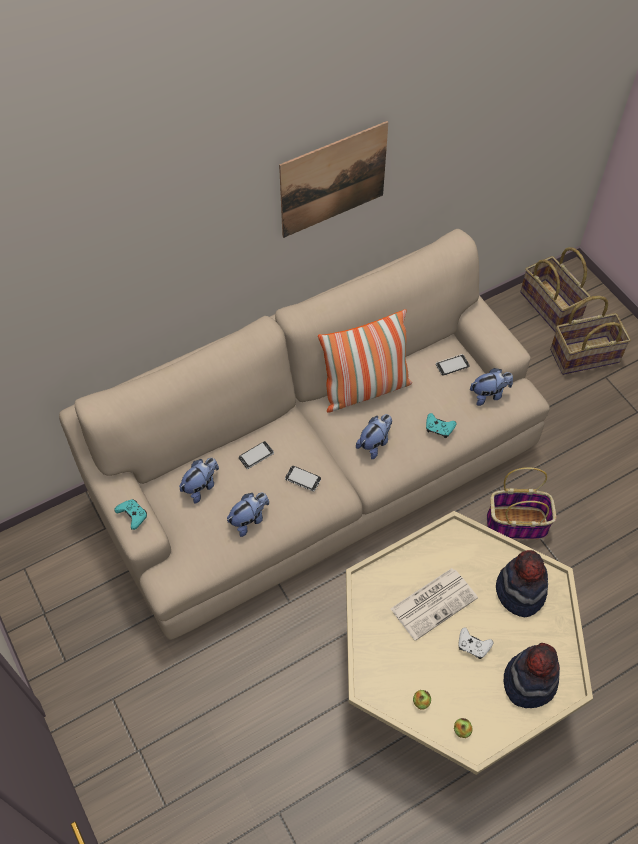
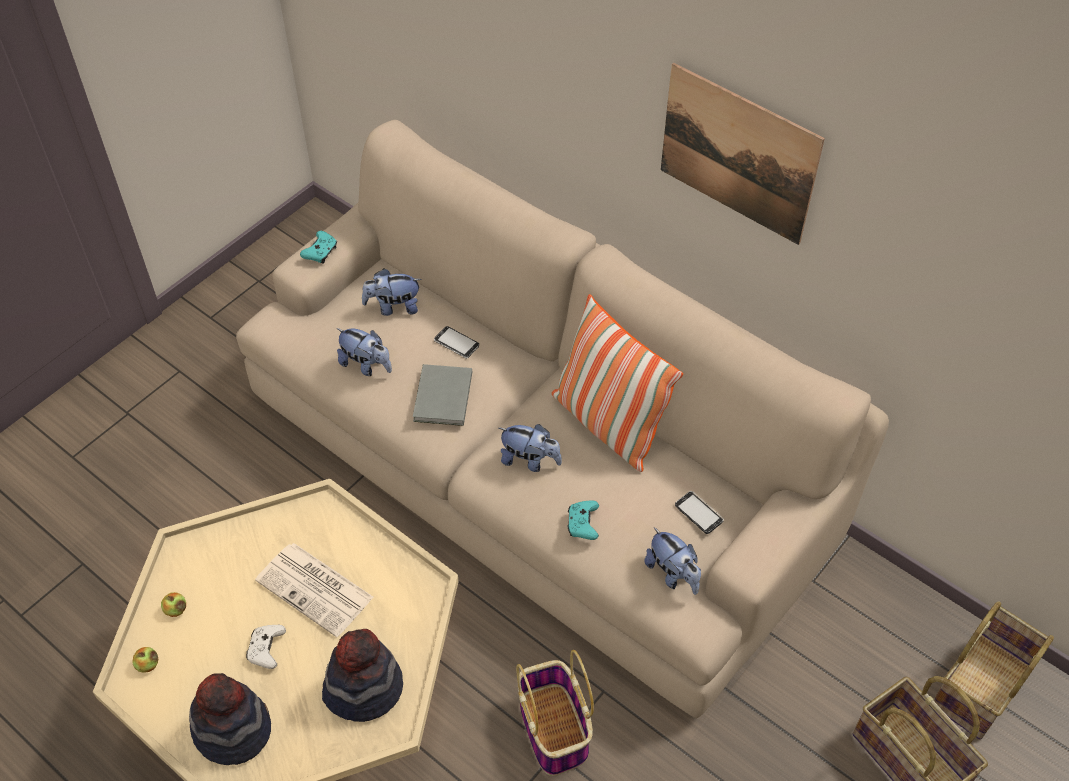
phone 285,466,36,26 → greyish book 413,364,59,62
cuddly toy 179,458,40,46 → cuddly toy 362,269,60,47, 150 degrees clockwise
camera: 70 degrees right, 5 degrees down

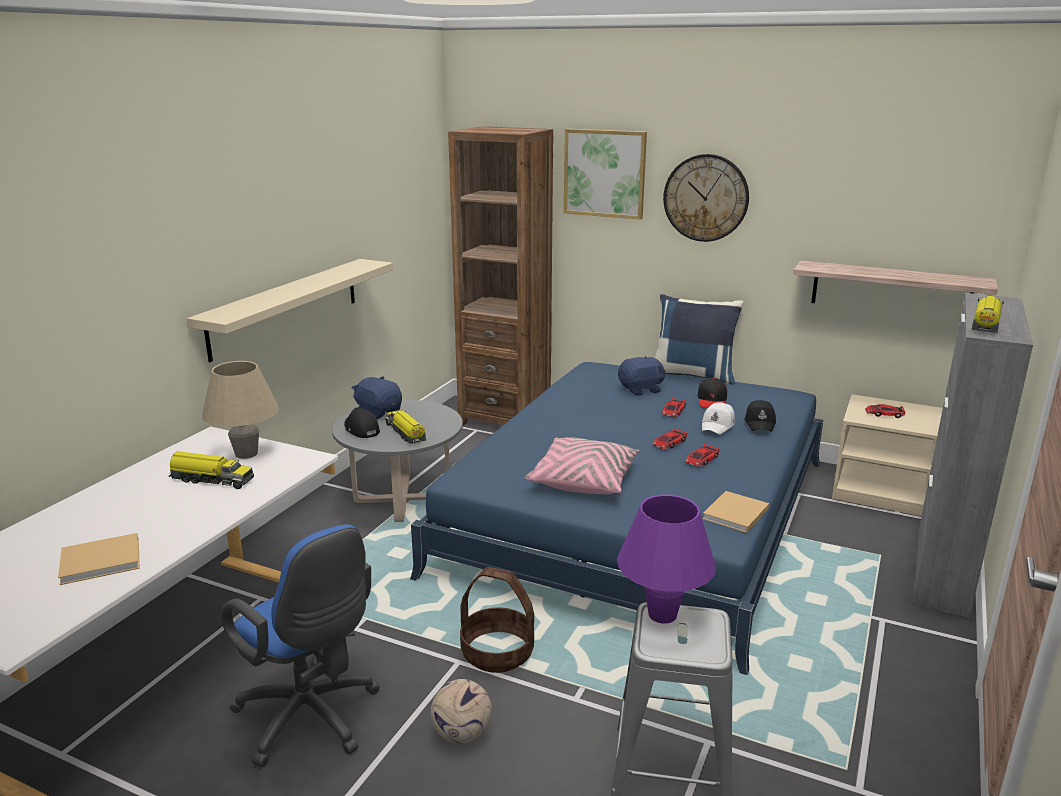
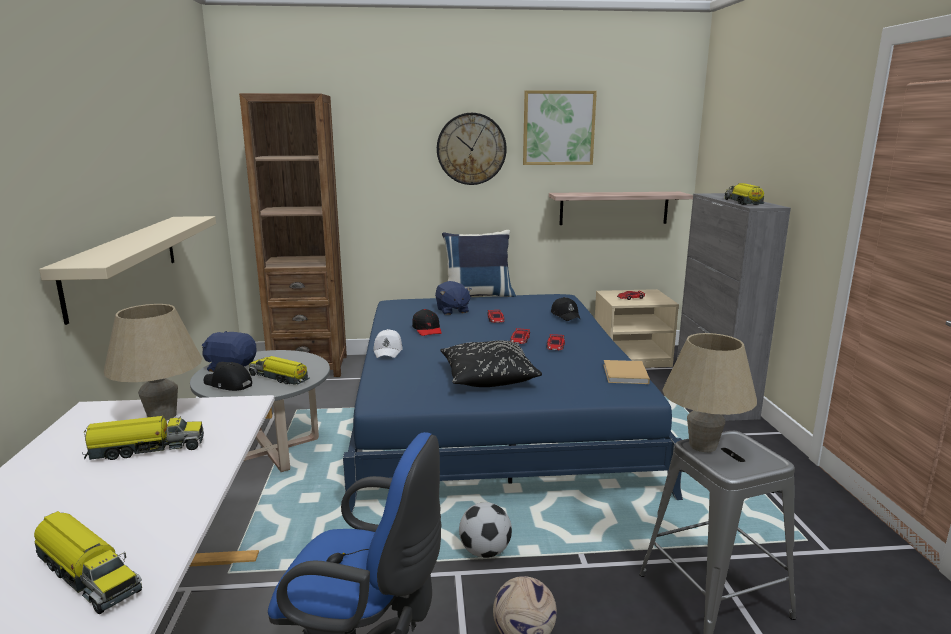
wall picture 564,129,83,91 → wall picture 523,90,74,75, moved
black peaked cap 698,378,29,29 → black peaked cap 412,309,30,27, moved
white-coloured peaked cap 702,402,33,33 → white-coloured peaked cap 373,329,30,29, moved
beige-coloured book 58,533,82,52 → toy lorry 34,511,108,103
storage basket 460,567,74,106 → ball for football 459,502,53,56
pinkish throw pillow 525,438,115,56 → black throw pillow 440,340,102,47
purple-coloured table lamp 617,495,99,129 → beige-coloured table lamp 662,333,95,119
bluish cuddly toy 618,356,48,40 → bluish cuddly toy 435,281,37,34, 120 degrees clockwise
camera: 30 degrees left, 5 degrees down

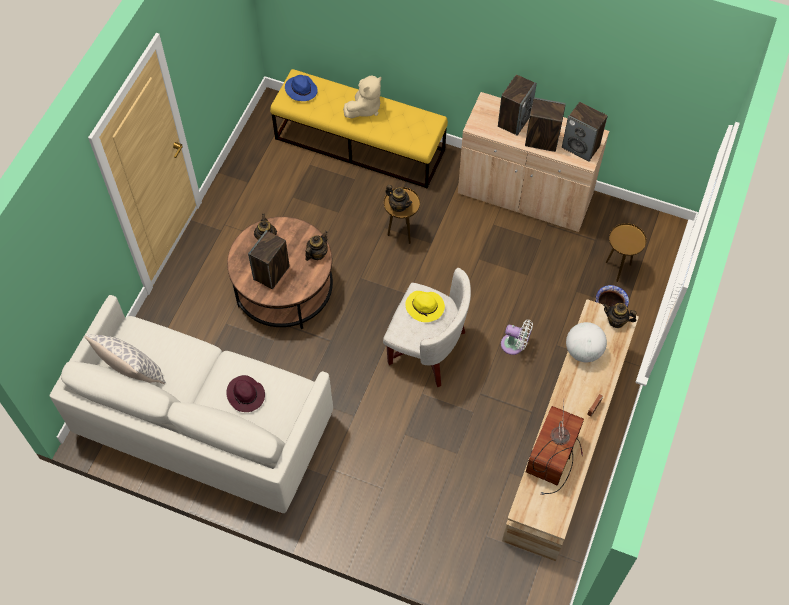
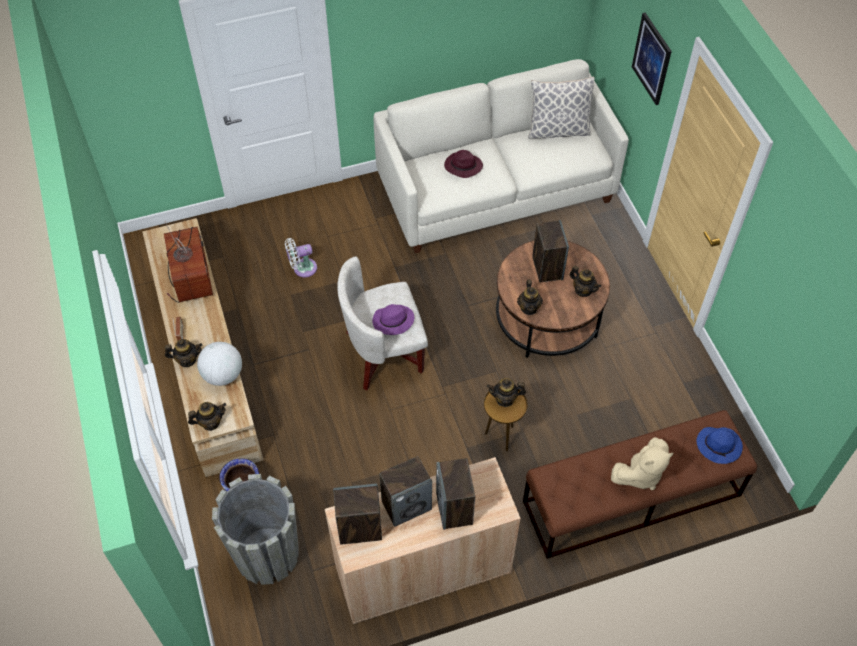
- → teapot 165,339,38,28
- → wall picture 632,13,40,92
white-coloured cooling fan 501,320,32,35 → white-coloured cooling fan 285,238,32,39, moved
brownish accent table 606,223,40,59 → greyish planter 212,474,87,111
yellow-coloured long seat 270,69,178,119 → brownish long seat 523,410,234,149
yellow-coloured wearable hat 405,291,40,31 → purple-coloured wearable hat 372,304,42,31
beige-coloured cuddly toy 343,76,39,42 → beige-coloured cuddly toy 611,437,62,53, 120 degrees counterclockwise
camera: 140 degrees right, 5 degrees down

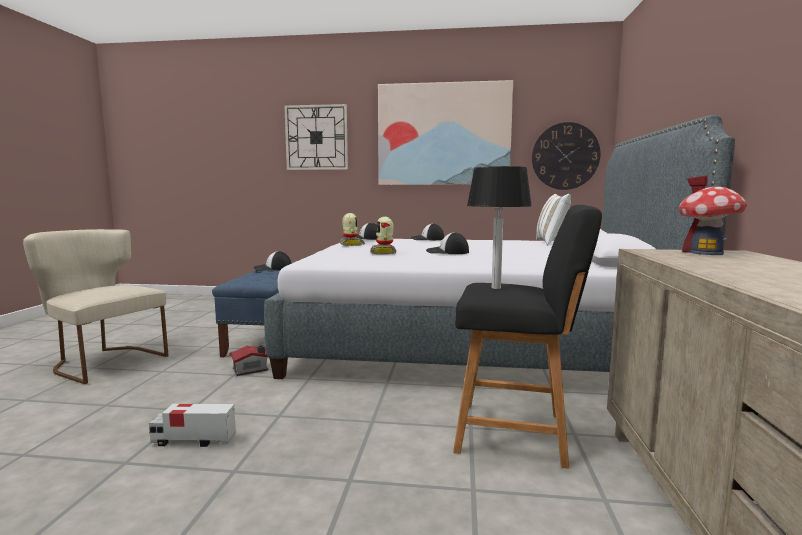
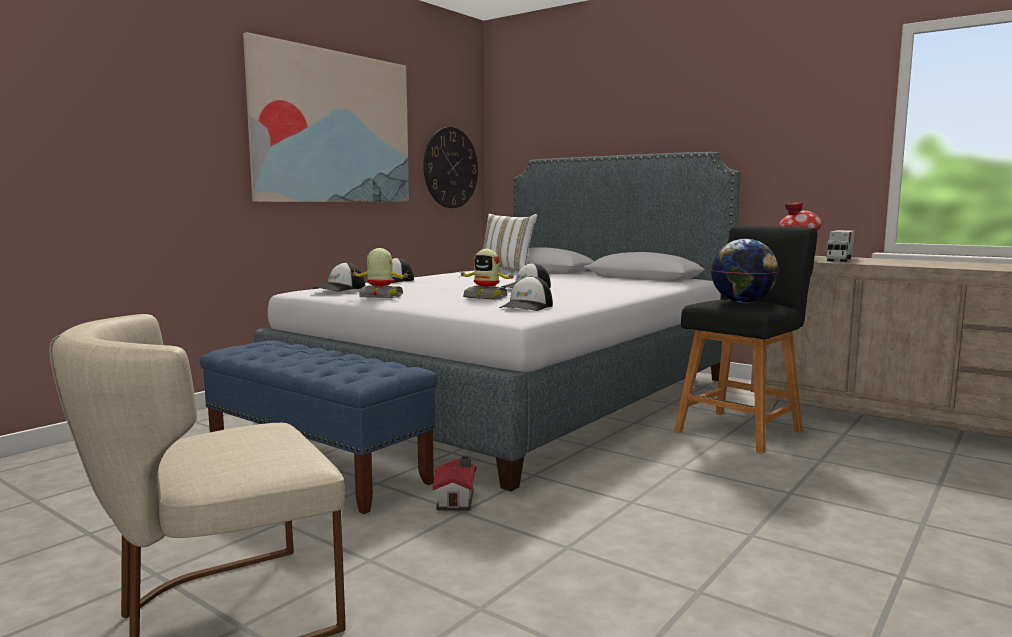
wall clock 284,104,64,66 → -
toy lorry 149,404,87,43 → toy lorry 826,230,29,32, moved
peaked cap 253,251,38,20 → peaked cap 499,276,54,35, moved
table lamp 467,166,65,123 → desk globe 711,239,68,64
camera: 60 degrees left, 0 degrees up

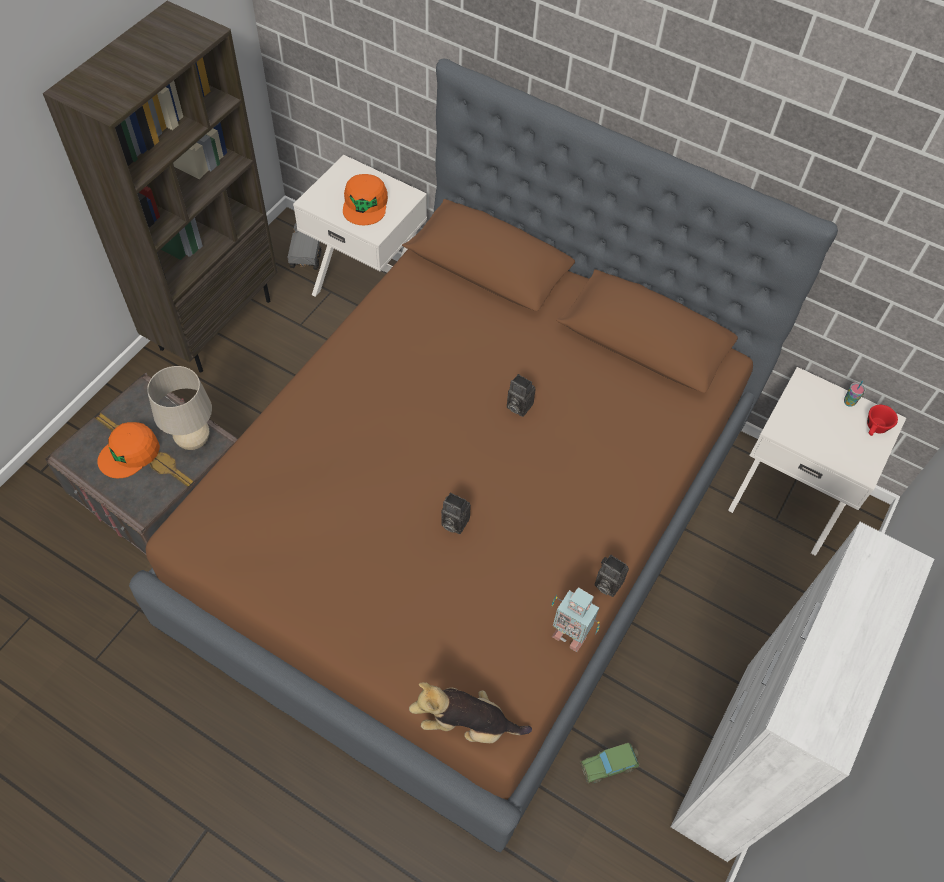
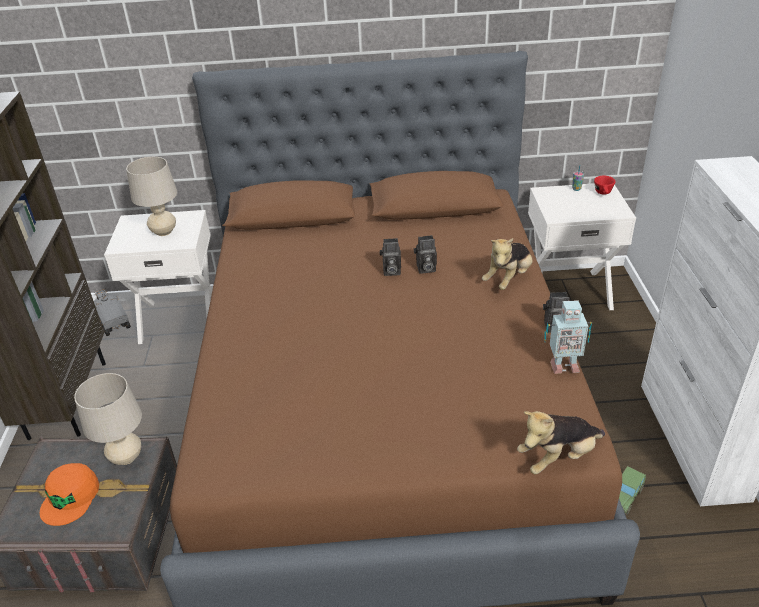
- → cuddly toy 482,238,51,52
photo camera 441,492,30,42 → photo camera 414,235,23,39, moved
orange-coloured peaked cap 343,174,45,51 → beige-coloured table lamp 126,157,51,79
camera: 30 degrees left, 20 degrees down

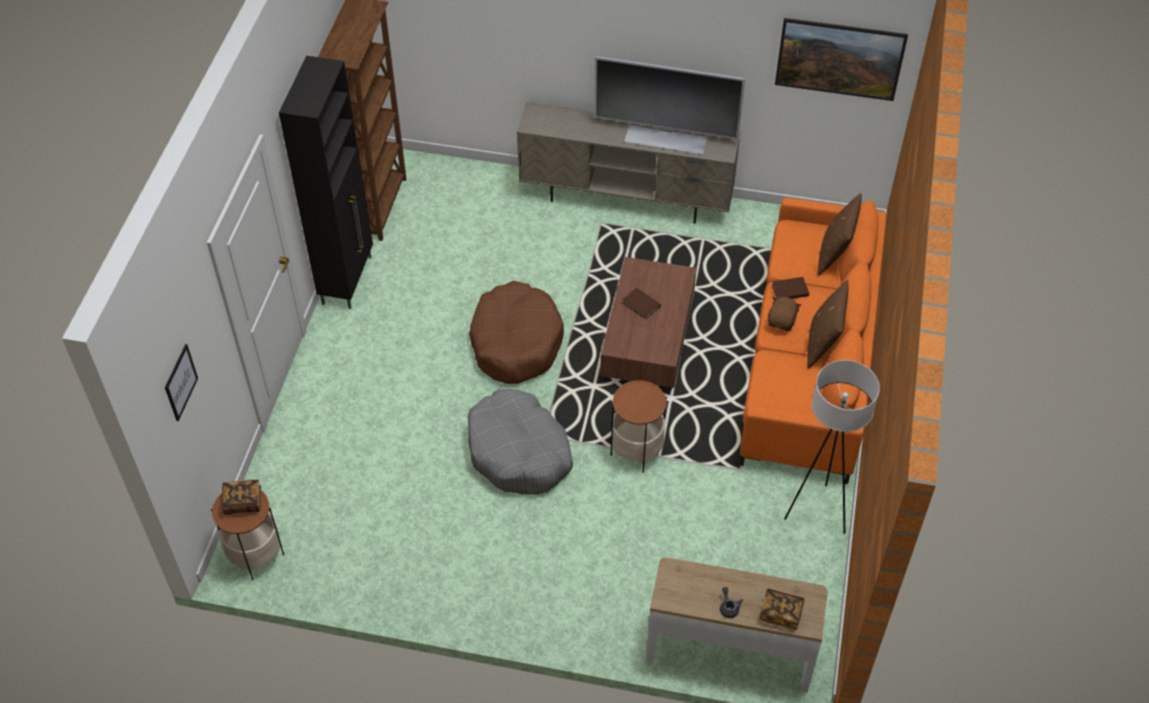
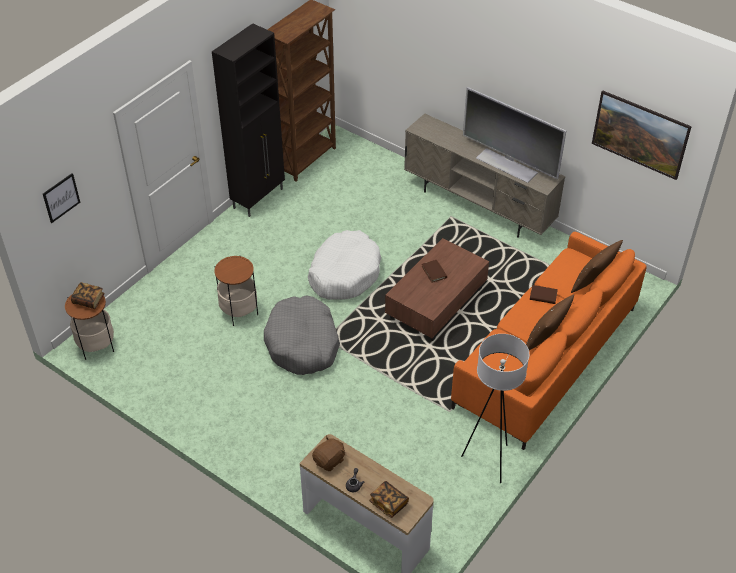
accent table 610,380,57,93 → accent table 214,256,44,70, moved
brownish cuddly toy 768,297,33,34 → brownish cuddly toy 312,436,33,35, moved
brownish dog bed 469,281,95,103 → white-coloured dog bed 308,230,73,70
camera: 25 degrees right, 5 degrees down

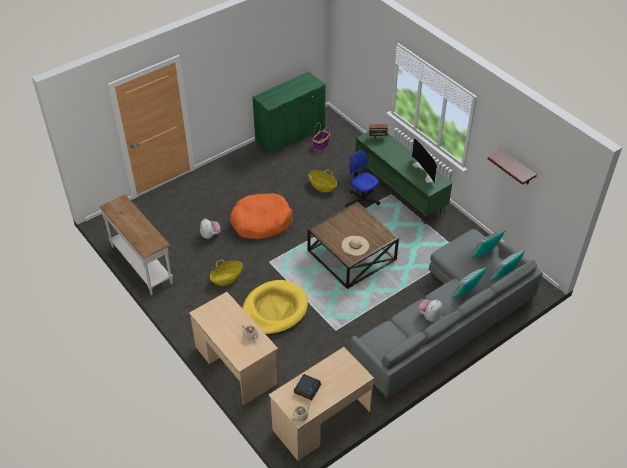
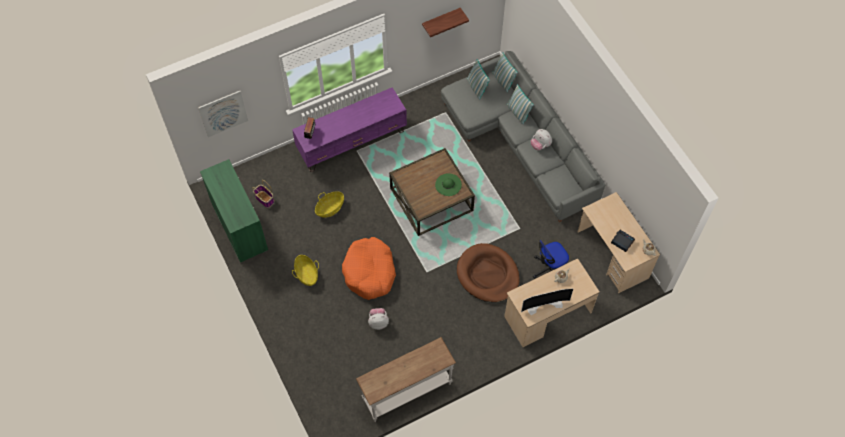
- → wall picture 198,91,50,46
storage basket 210,260,33,25 → storage basket 292,255,27,31, moved
office chair 345,150,35,58 → office chair 533,240,36,39, moved
television 412,138,25,47 → television 521,289,52,26, moved
yellow-coloured dog bed 242,280,66,55 → brownish dog bed 457,243,63,60
beige-coloured wearable hat 342,236,27,20 → green wearable hat 435,173,27,23
green tv unit 355,132,97,92 → purple-coloured tv unit 292,87,115,85
camera: 80 degrees left, 15 degrees up

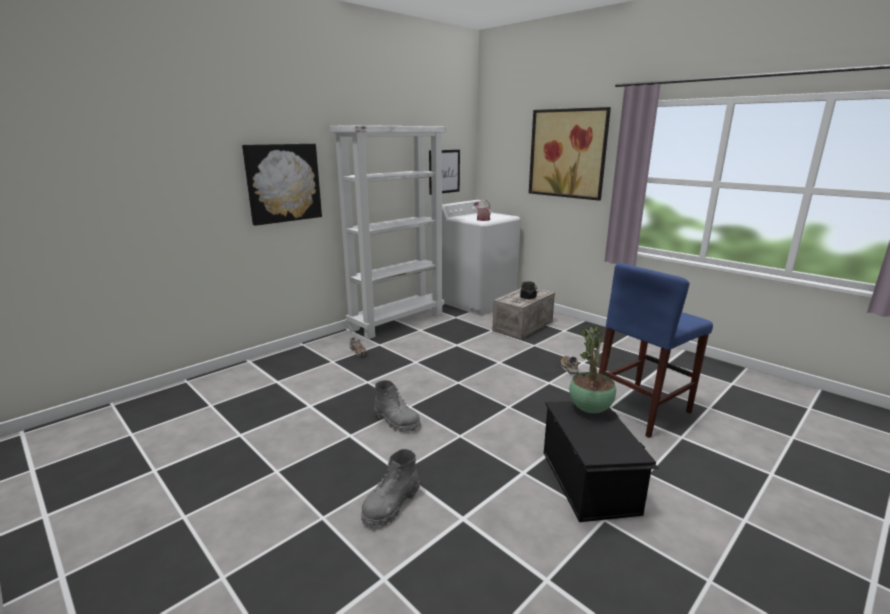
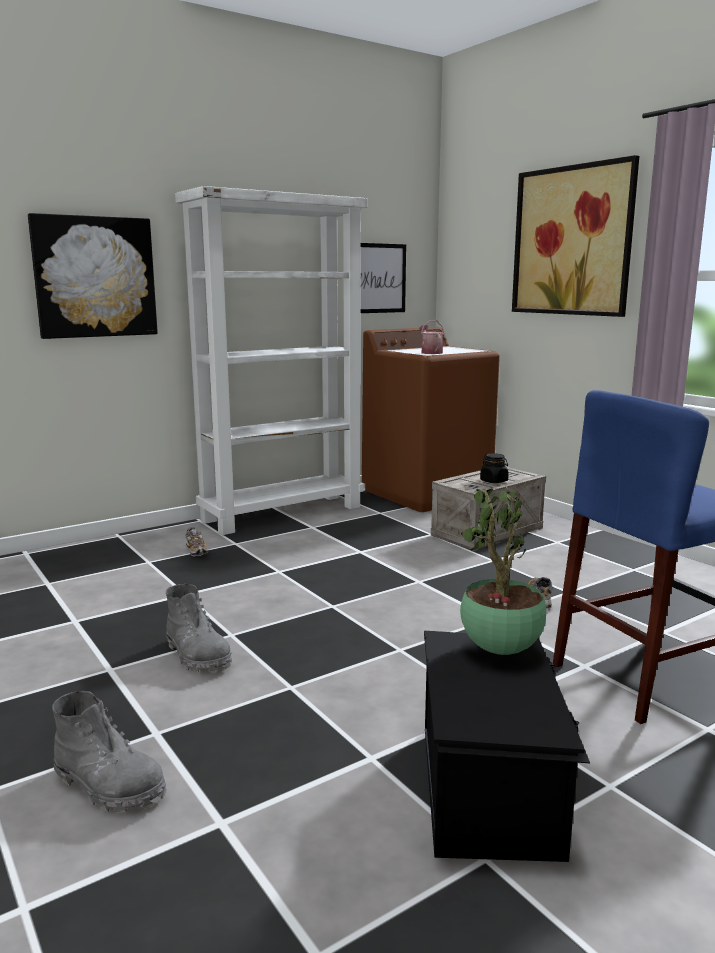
white-coloured washing machine 442,200,79,115 → brownish washing machine 362,327,138,185
greyish boot 361,449,59,80 → greyish boot 52,691,115,121, 105 degrees counterclockwise
camera: 10 degrees right, 5 degrees down

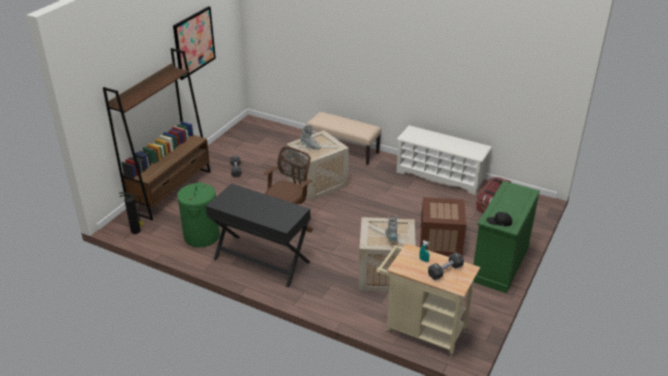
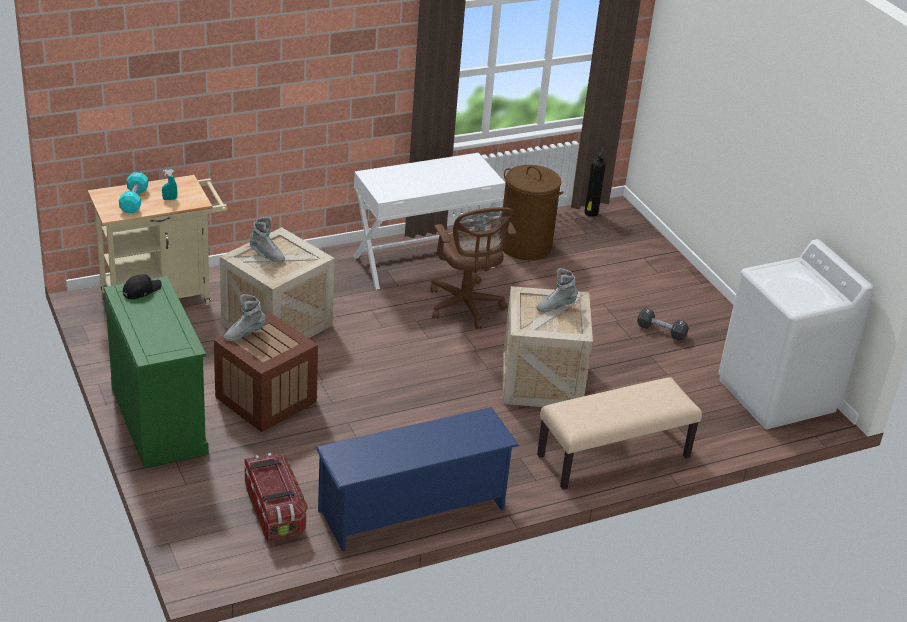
brownish shelving unit 103,48,108,172 → -
wall picture 173,6,43,74 → -
- → greyish boot 224,294,42,47
- → white-coloured washing machine 718,239,156,190
green laundry basket 177,182,43,65 → brownish laundry basket 500,165,64,95
black desk table 206,183,105,104 → white-coloured desk table 353,153,153,137
white-coloured shoe rack 397,125,95,70 → bluish shoe rack 315,407,204,144
black free weight 428,252,36,28 → blue-green free weight 119,172,29,41
camera: 125 degrees right, 0 degrees up

